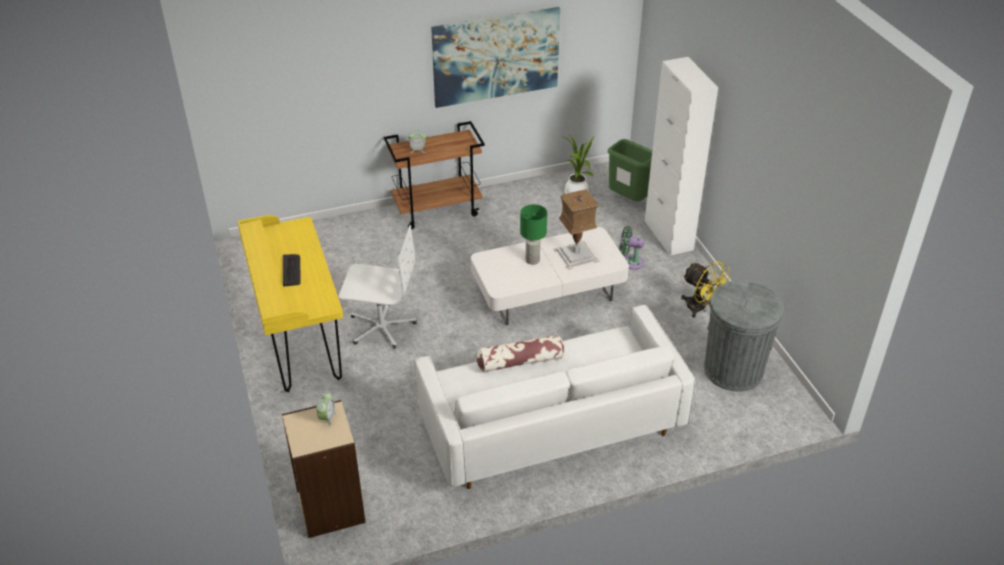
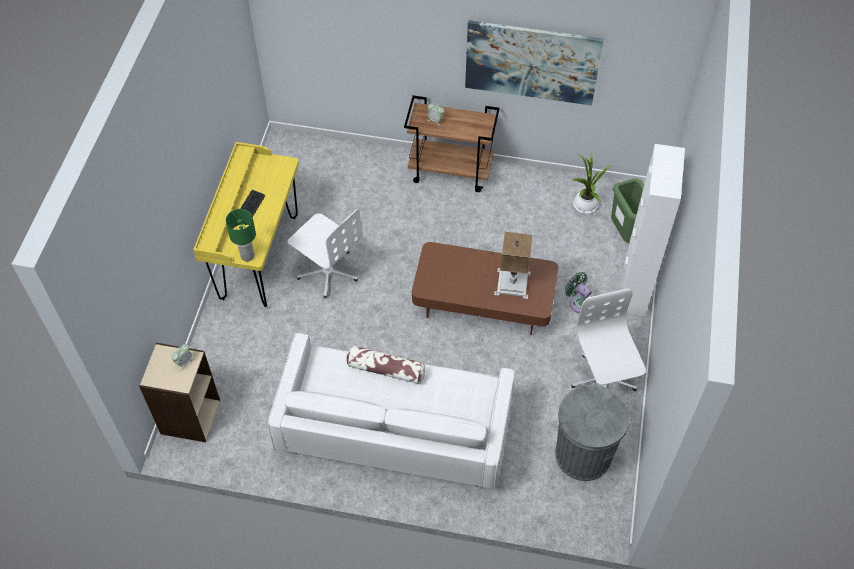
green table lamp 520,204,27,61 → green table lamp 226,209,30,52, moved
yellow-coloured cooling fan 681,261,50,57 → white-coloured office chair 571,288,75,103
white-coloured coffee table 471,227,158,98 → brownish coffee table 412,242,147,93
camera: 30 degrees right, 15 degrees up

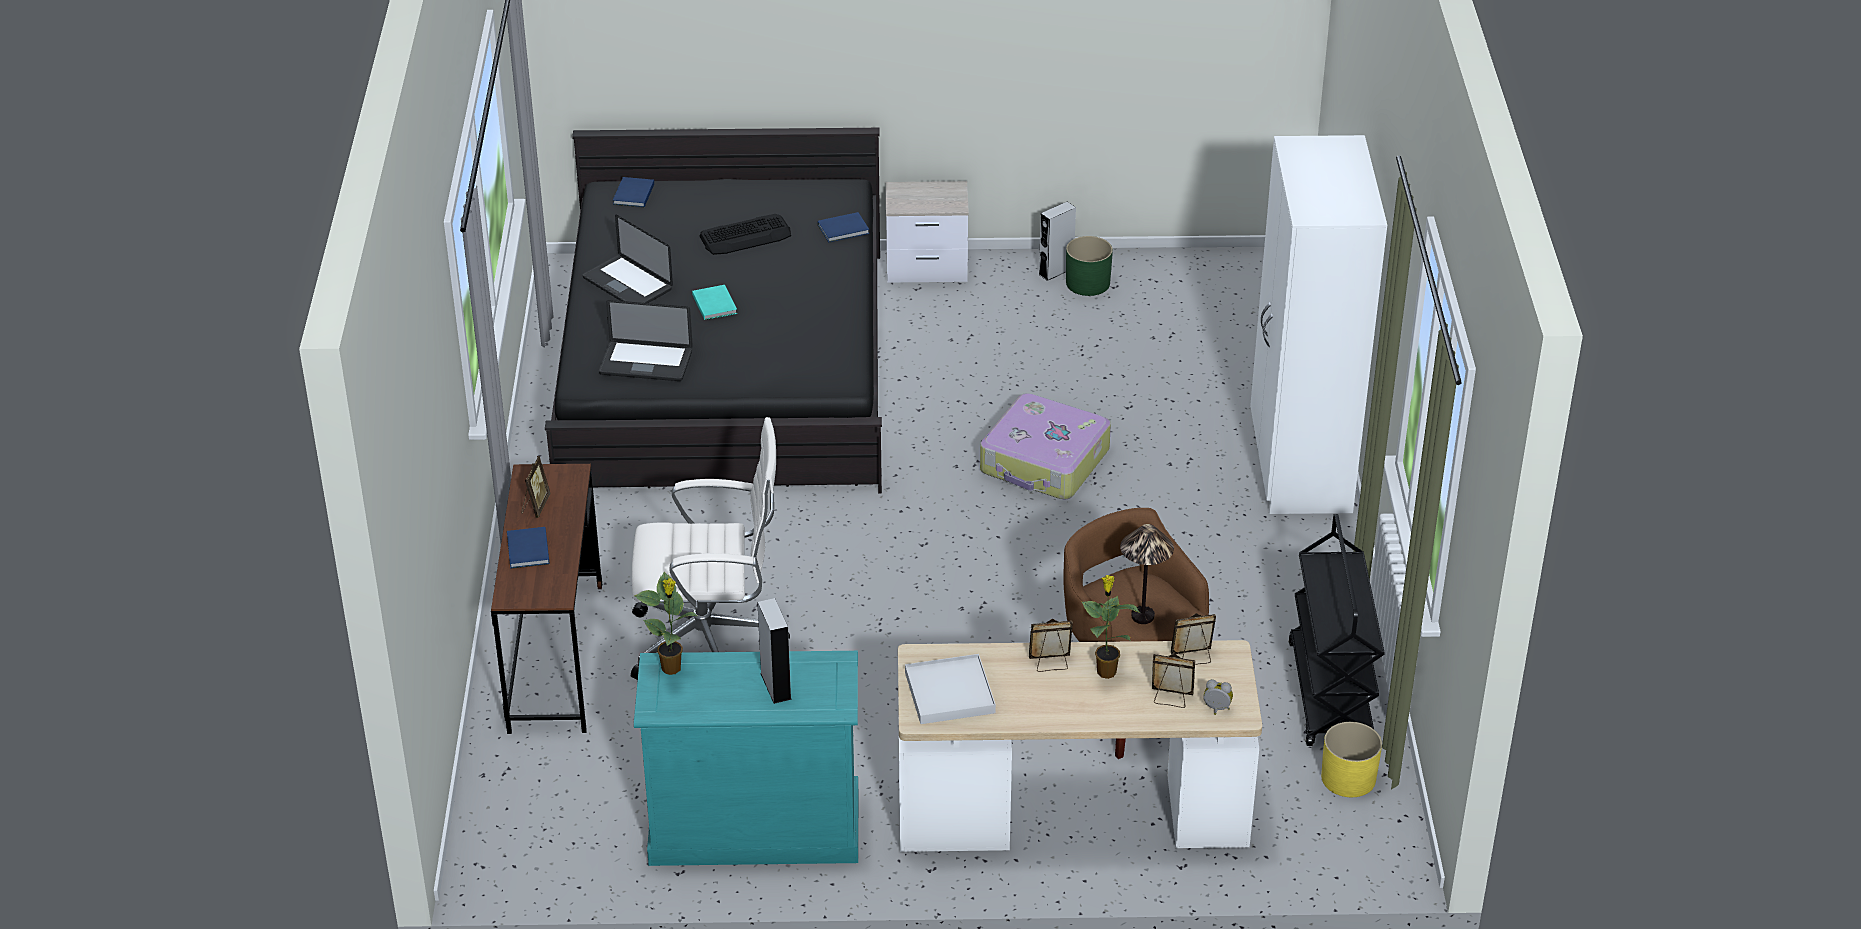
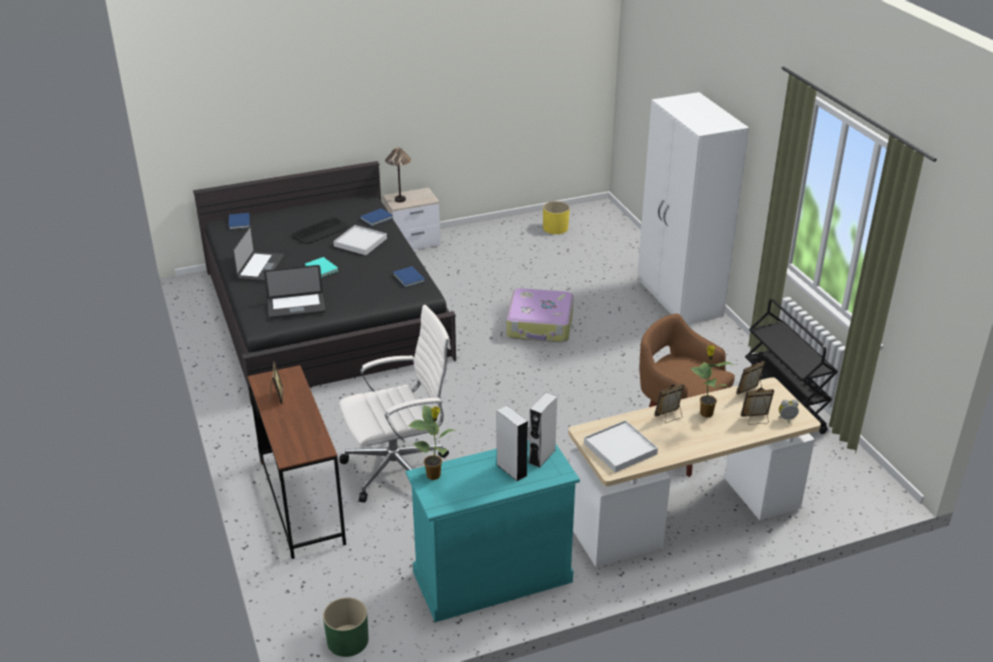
- → white-coloured carrying tray 333,225,54,30
bluish book 507,527,42,42 → bluish book 393,266,32,22, moved
greyish loudspeaker 1038,202,38,79 → greyish loudspeaker 528,392,29,76, moved
green planter 1066,236,47,60 → green planter 323,597,46,60, moved
table lamp 1120,524,54,100 → table lamp 385,148,26,54, moved
yellow-coloured planter 1321,722,61,75 → yellow-coloured planter 543,201,27,33, moved
laptop 583,214,90,89 → laptop 233,225,51,57, 105 degrees counterclockwise
camera: 20 degrees left, 5 degrees down

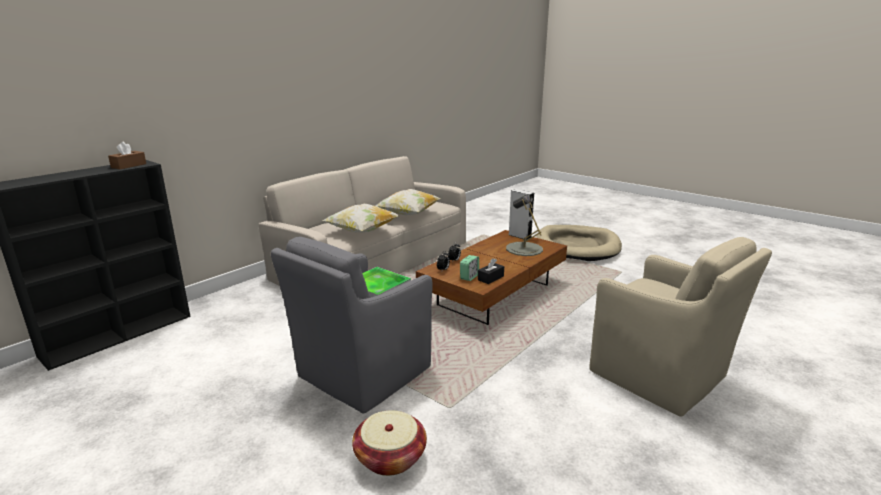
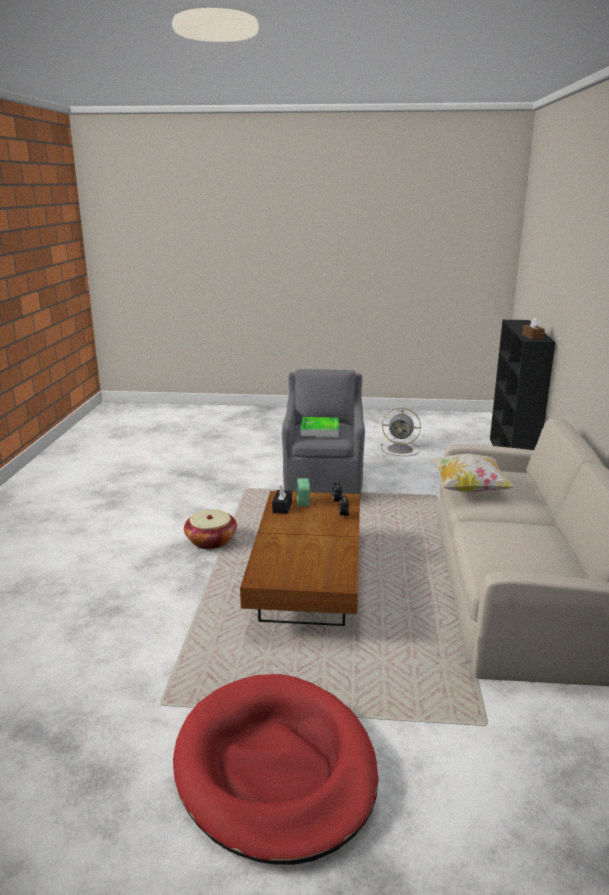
throw pillow 376,189,65,26 → -
greyish table lamp 506,195,37,61 → -
greyish loudspeaker 509,189,25,51 → -
beige-coloured armchair 589,237,183,180 → -
- → greyish cooling fan 381,408,40,48
storage basket 352,410,75,66 → storage basket 184,509,53,40, moved
beige-coloured dog bed 536,225,86,36 → red dog bed 173,674,205,191
camera: 145 degrees right, 0 degrees up

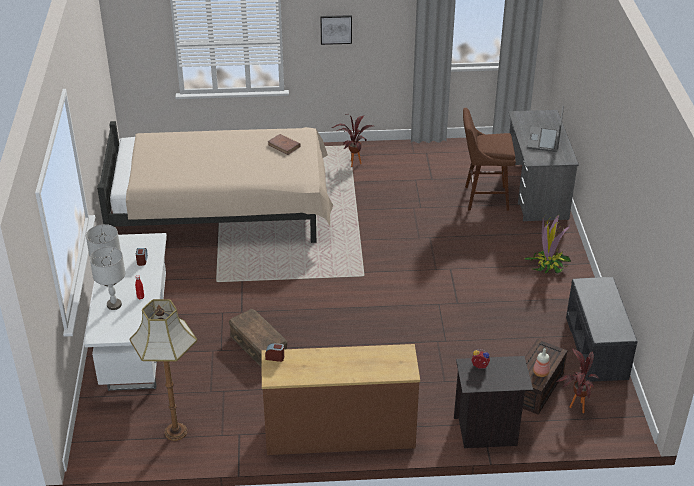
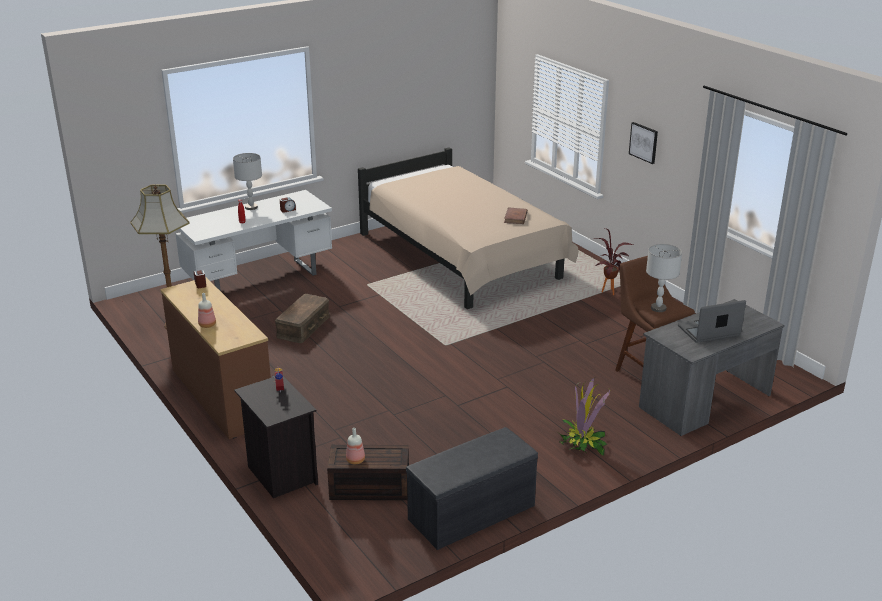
potted plant 556,349,43,64 → -
- → bottle 198,293,18,35
greyish table lamp 90,247,35,63 → greyish table lamp 646,244,36,68, moved
camera: 60 degrees right, 10 degrees down

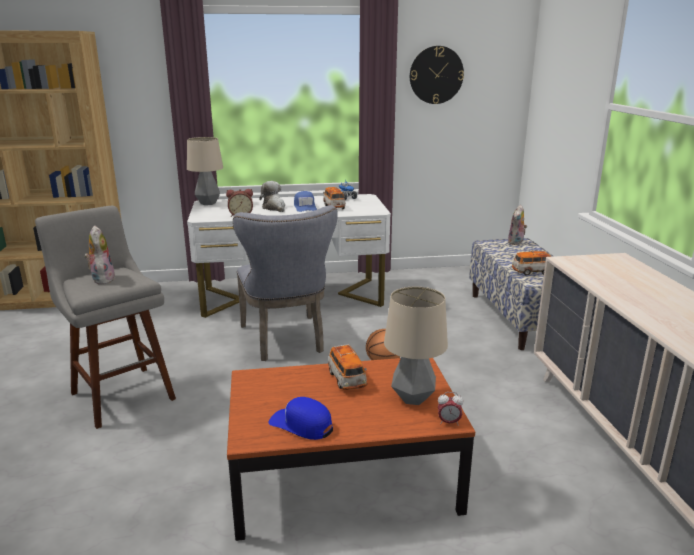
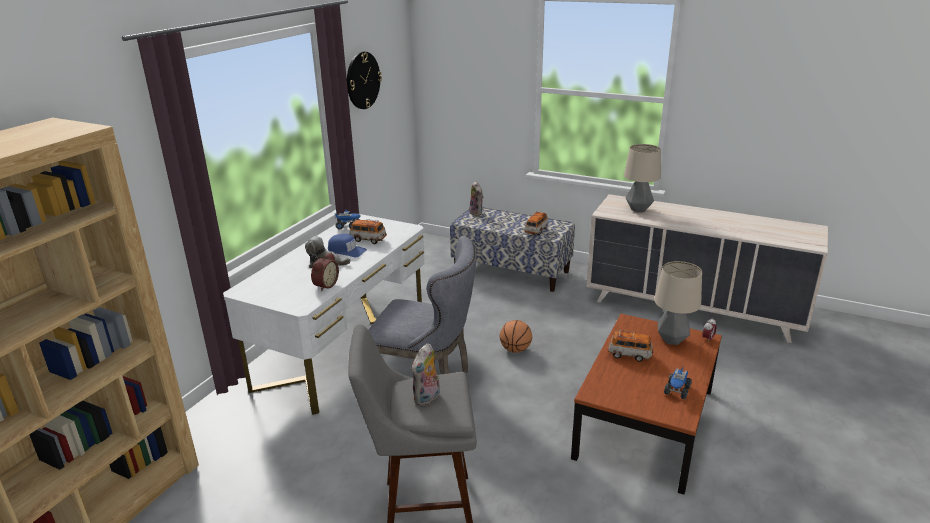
table lamp 187,137,36,68 → table lamp 624,144,37,68, moved
bluish peaked cap 269,397,64,43 → toy lorry 664,365,28,34
cuddly toy 84,226,31,58 → cuddly toy 411,343,29,63, 75 degrees counterclockwise
camera: 55 degrees left, 5 degrees up

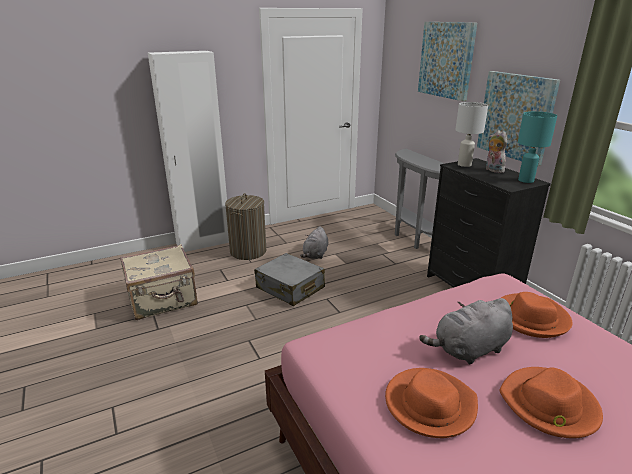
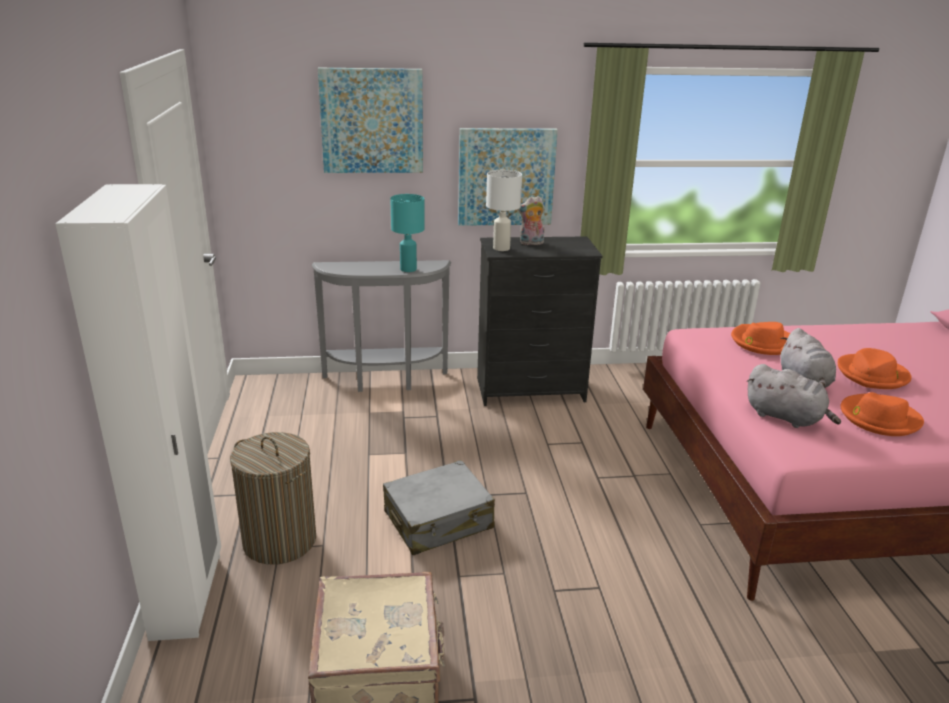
greyish cuddly toy 300,226,28,33 → greyish cuddly toy 747,364,94,64, moved
blue-green table lamp 518,111,39,72 → blue-green table lamp 390,194,35,78, moved
camera: 70 degrees left, 0 degrees up

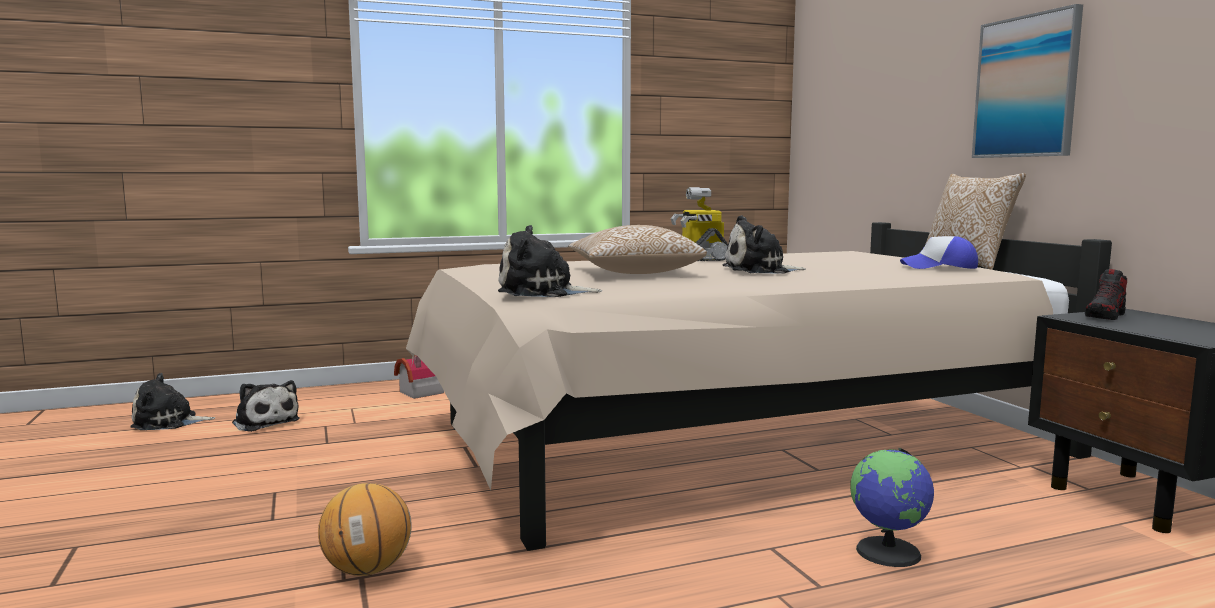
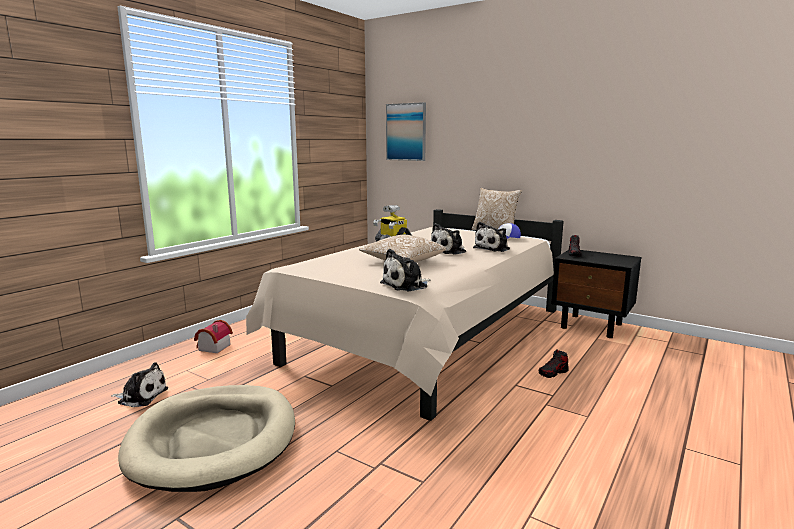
basketball 318,483,94,93 → -
- → beige-coloured dog bed 118,385,177,107
cuddly toy 130,373,86,57 → cuddly toy 473,222,37,30, moved
wall picture 972,4,111,154 → wall picture 386,102,40,59, moved
desk globe 850,448,84,119 → item of footwear 539,349,30,29
camera: 35 degrees left, 5 degrees up

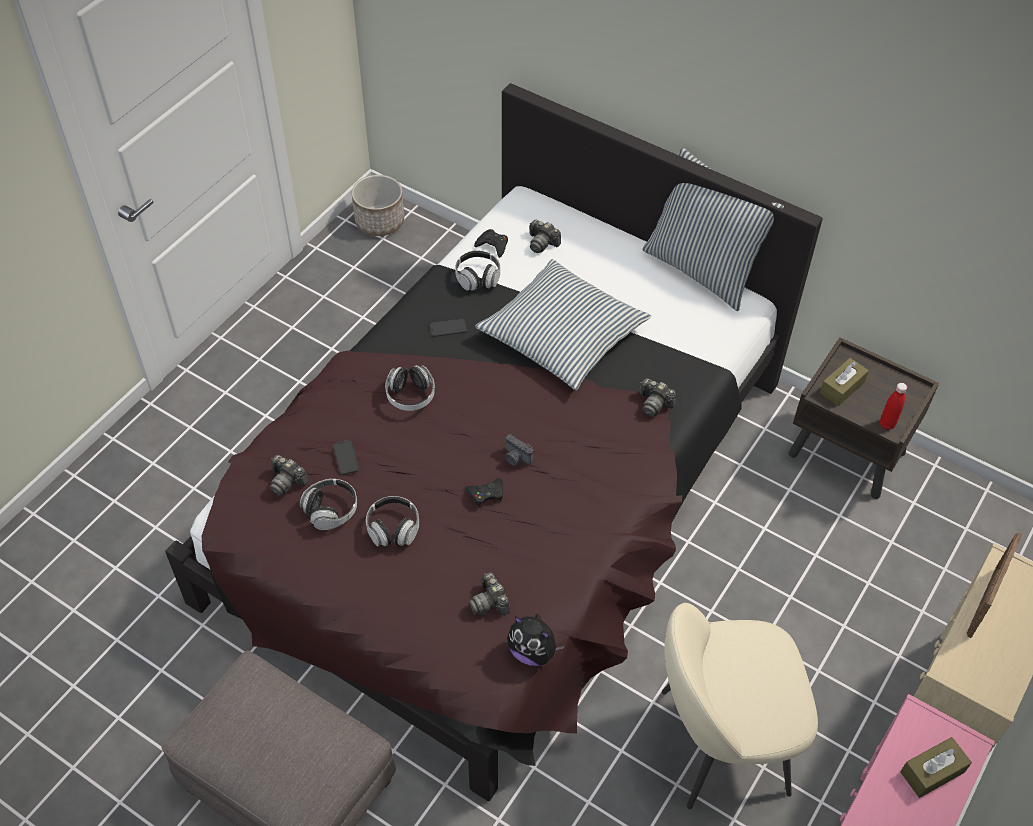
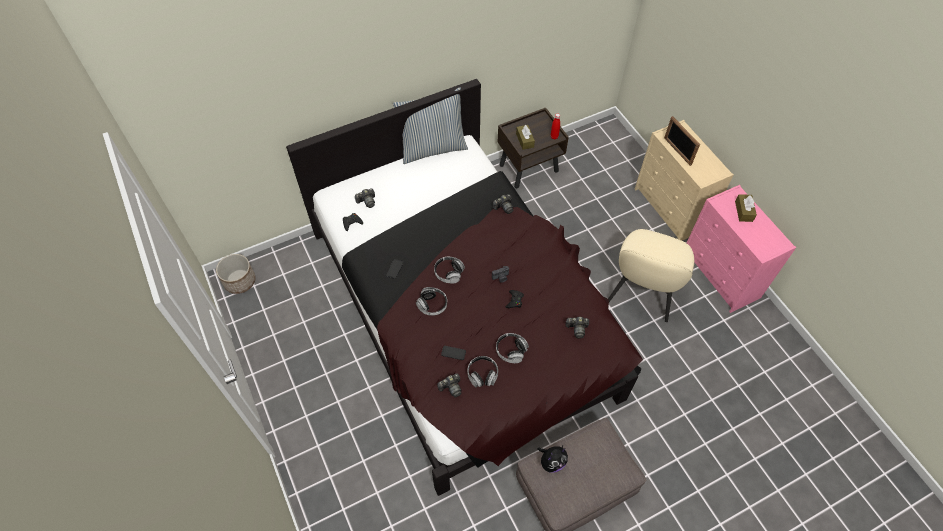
throw pillow 475,259,176,131 → -
headphones 455,250,45,41 → headphones 434,257,31,27, moved
cuddly toy 507,614,58,52 → cuddly toy 537,446,31,27, moved
camera: 60 degrees left, 5 degrees up

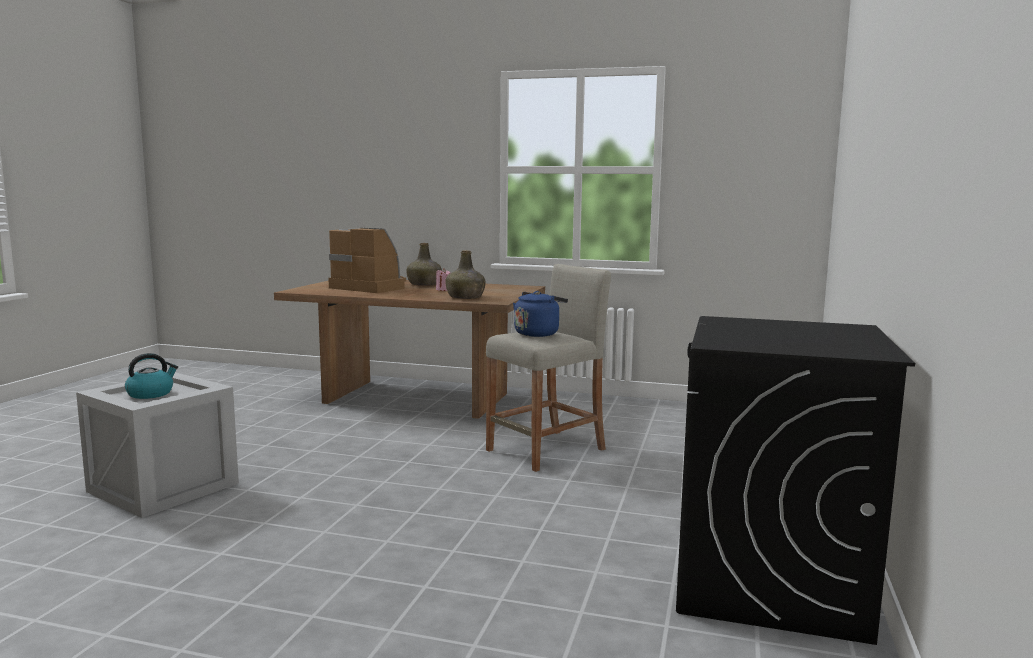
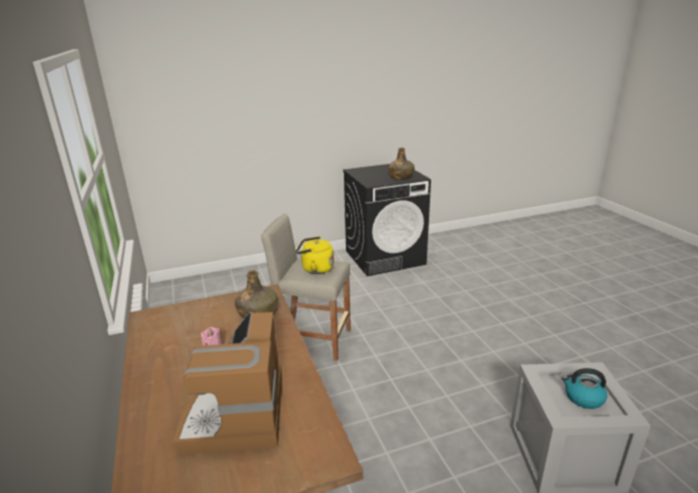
green bottle 406,243,36,43 → green bottle 388,148,26,32, moved
bluish water kettle 513,291,55,46 → yellow-coloured water kettle 296,236,38,38
camera: 125 degrees left, 15 degrees up

